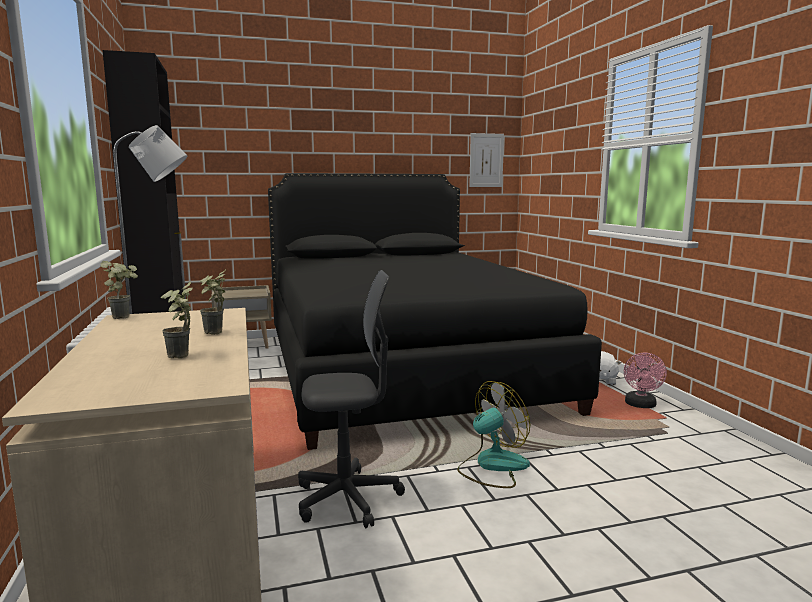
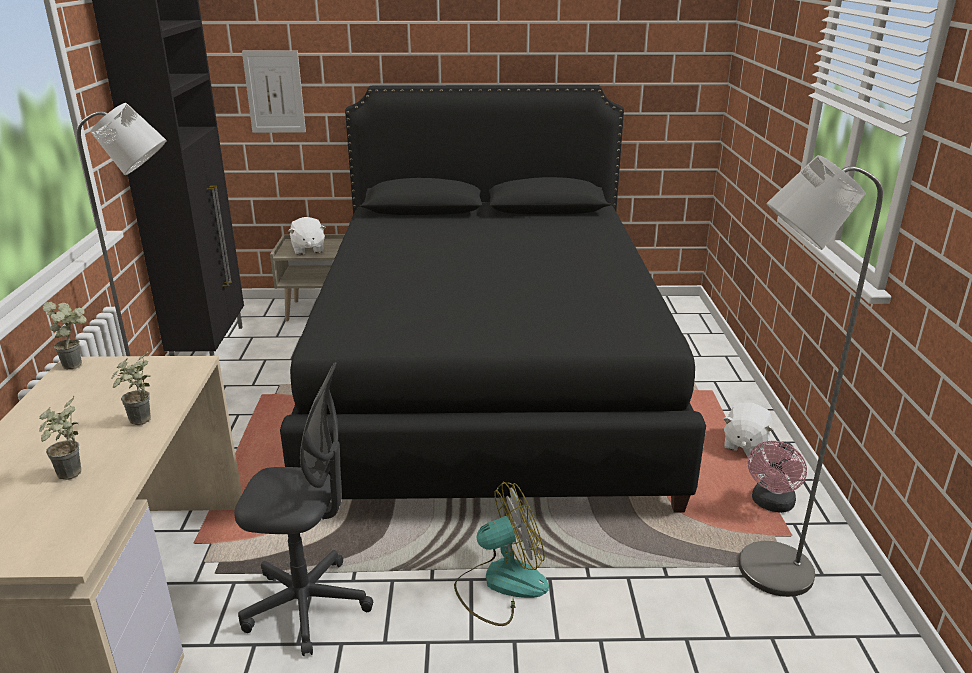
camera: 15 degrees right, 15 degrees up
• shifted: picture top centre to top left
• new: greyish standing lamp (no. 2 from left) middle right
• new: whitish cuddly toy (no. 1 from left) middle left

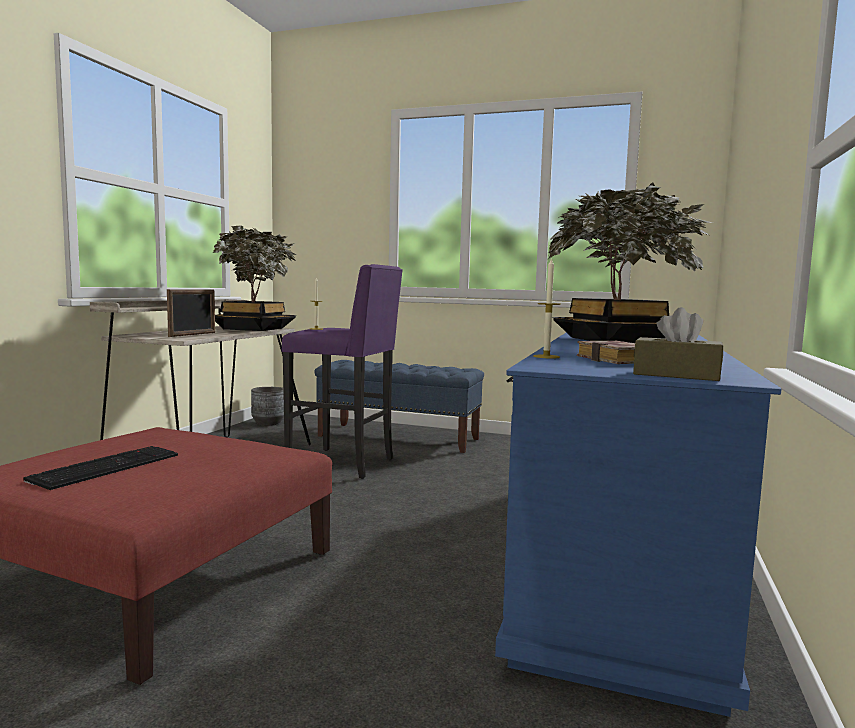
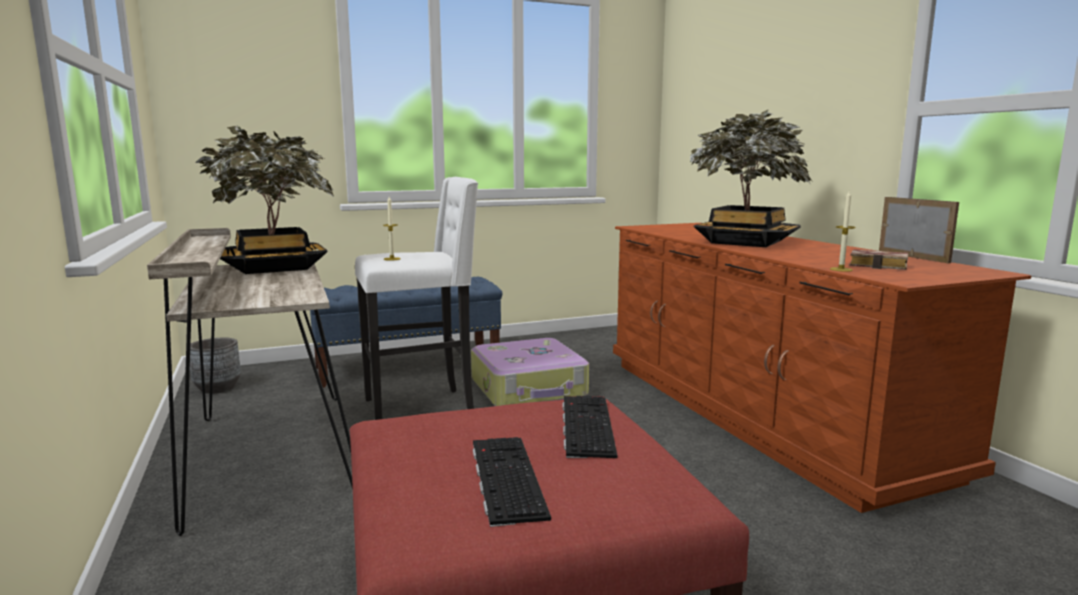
camera: 40 degrees left, 5 degrees up
• repainted: purple-coloured stool seat centre to whitish stool seat centre
• shifted: picture frame middle left to middle right
• gone: brown-coloured tissue holder middle right
• repainted: bluish dresser bottom right to brown-coloured dresser middle right
• new: suitcase centre
• new: computer keyboard (no. 2 from left) bottom centre

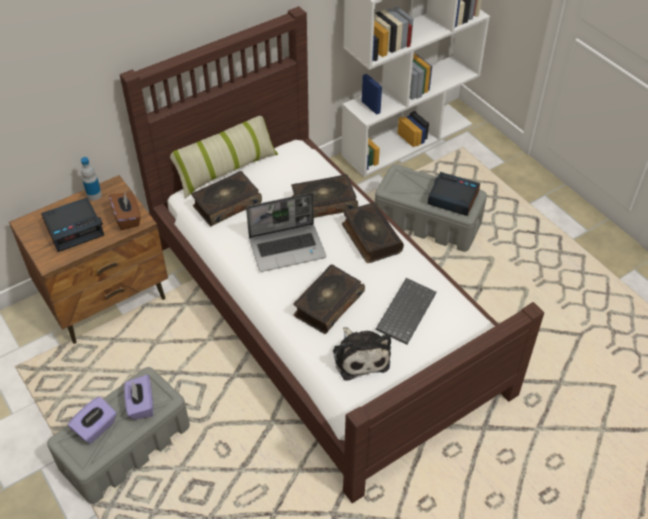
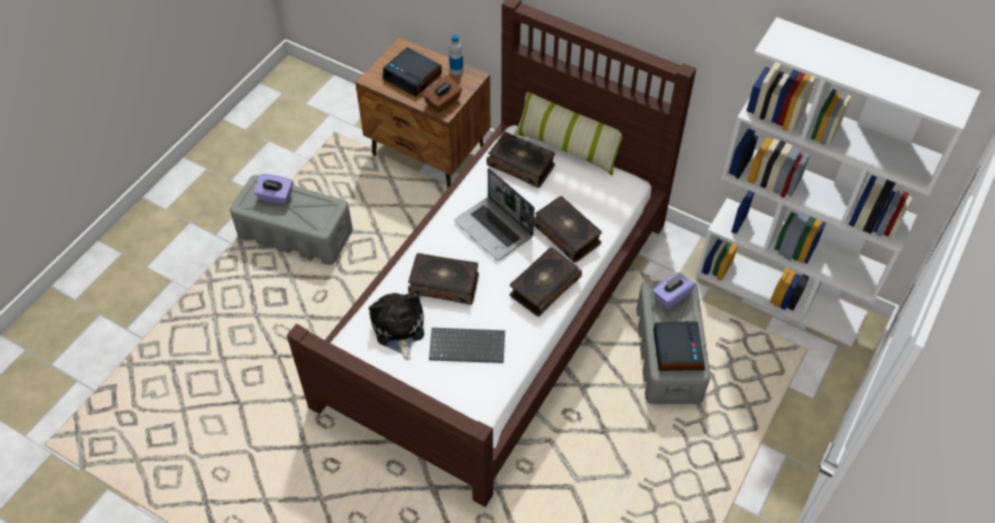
camera: 65 degrees right, 5 degrees up
• rotated: cuddly toy bottom centre = centre 120 degrees clockwise
• shifted: purple-coloured tissue holder (no. 2 from left) bottom left to middle right

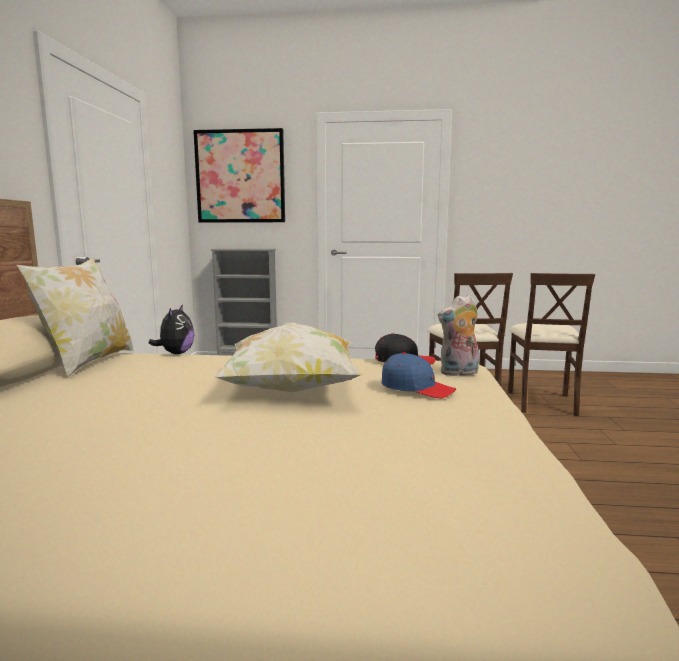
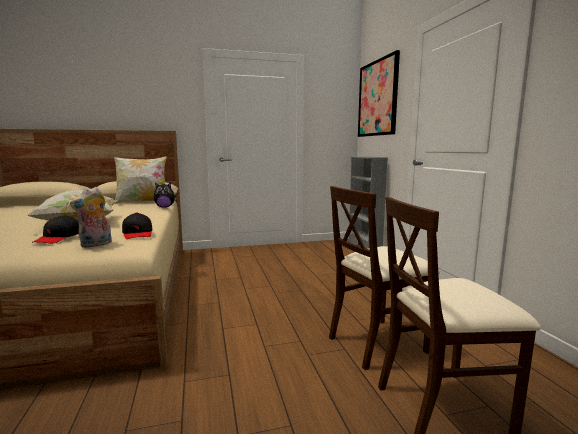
camera: 70 degrees right, 0 degrees up
• rotated: cuddly toy (no. 2 from left in the first image) middle right = middle left 105 degrees counterclockwise
• repainted: bluish peaked cap centre to blackish peaked cap (no. 1 from left) middle left

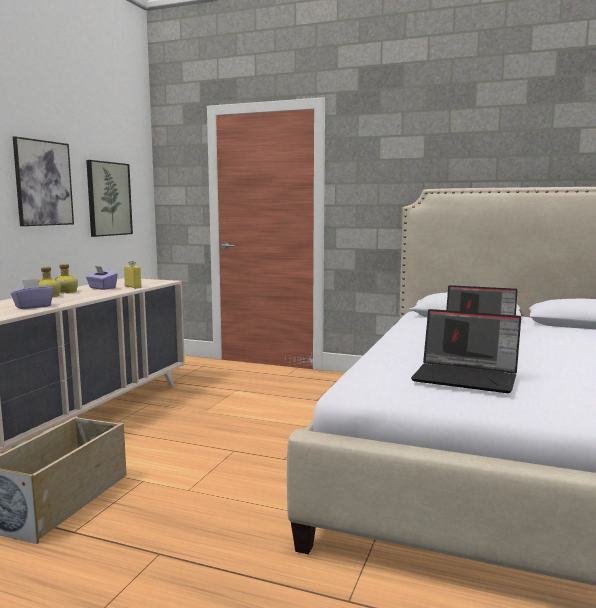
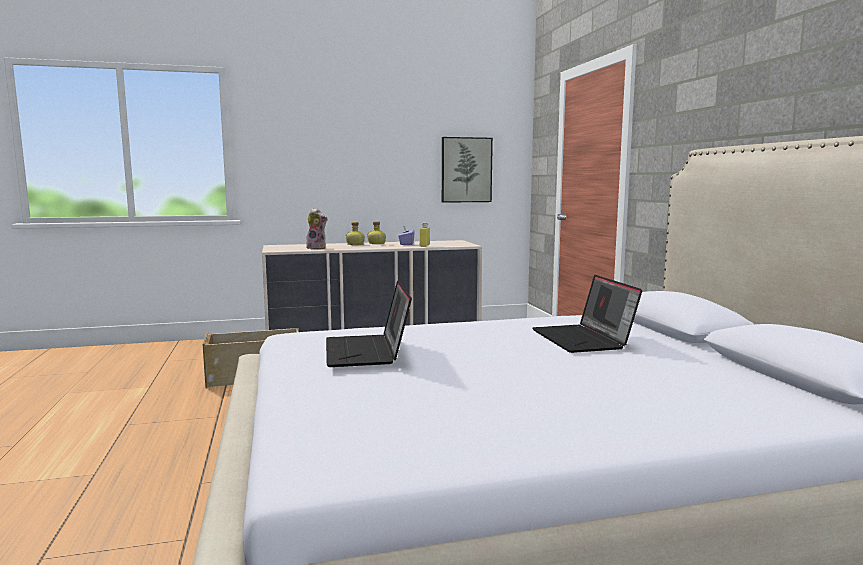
camera: 55 degrees right, 0 degrees up
• gone: picture (no. 1 from left) top left
• swapped: purple-coloured tissue holder (no. 1 from left) middle left to cuddly toy centre

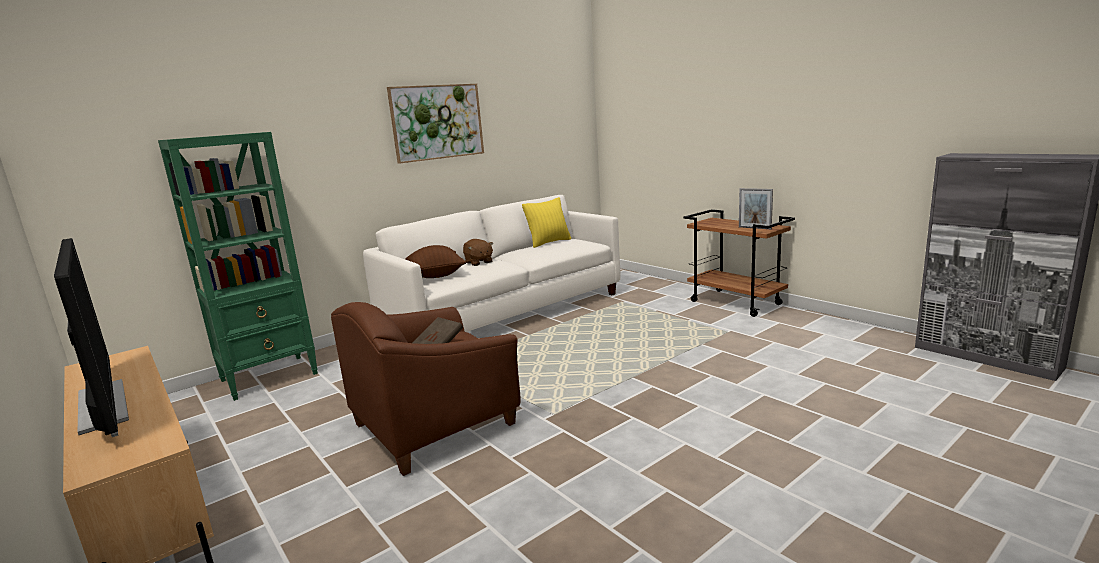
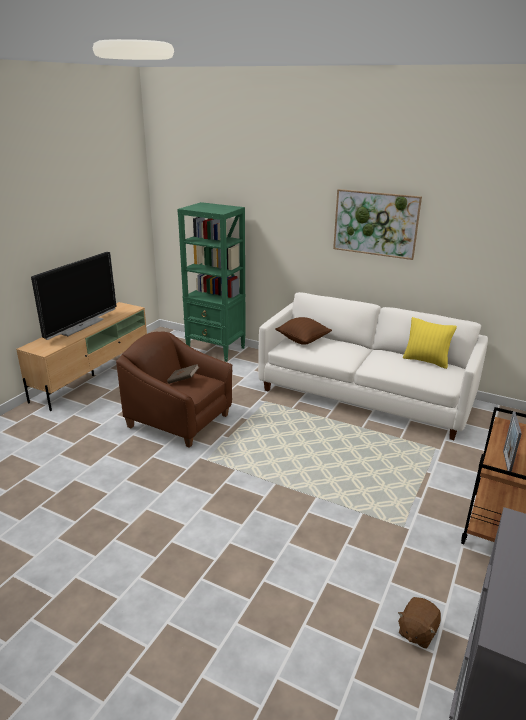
camera: 65 degrees right, 10 degrees up
• shifted: brown-coloured cuddly toy centre to bottom right

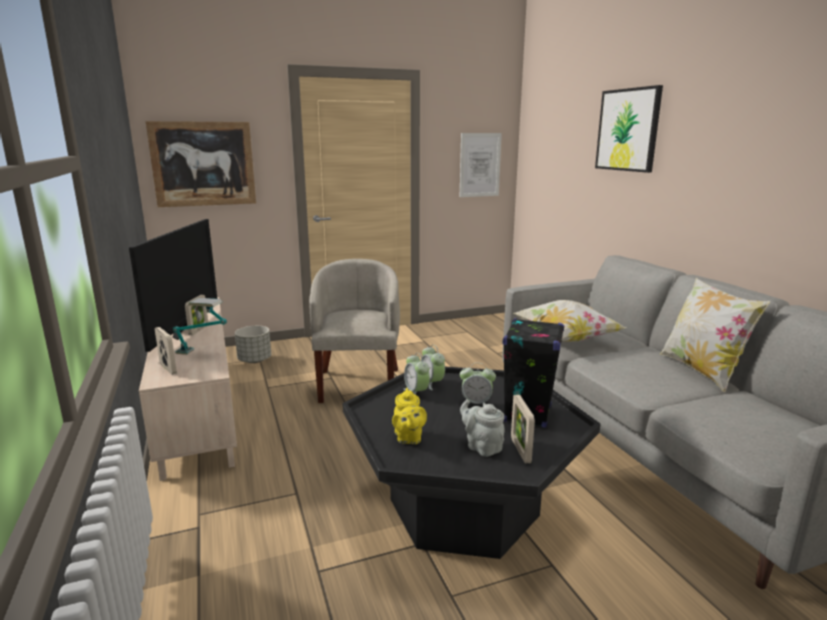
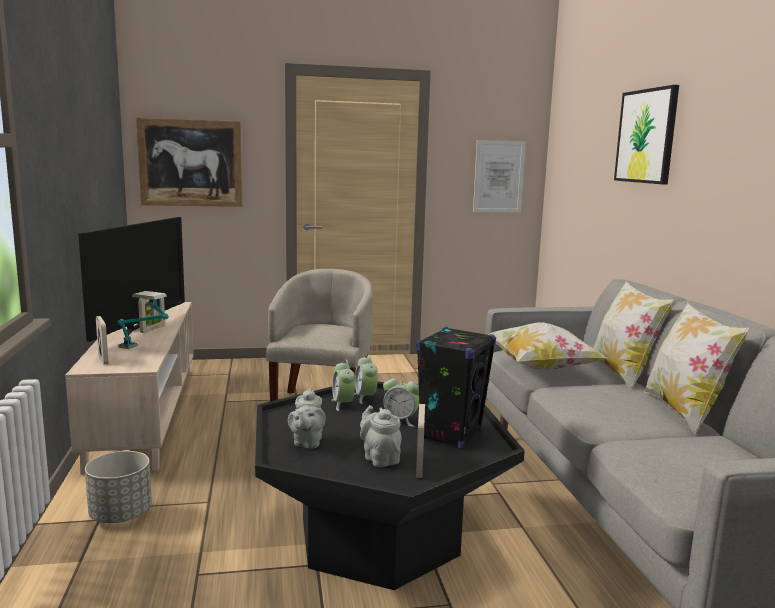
camera: 10 degrees right, 5 degrees down
• shifted: greyish flower pot middle left to bottom left
• repainted: yellow-coloured pot for tea bottom centre to greyish pot for tea (no. 1 from left) bottom centre
• new: throw pillow (no. 2 from left) middle right

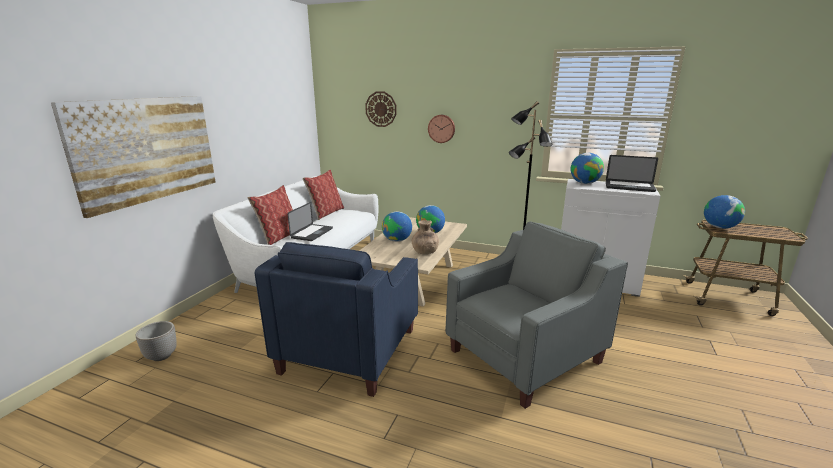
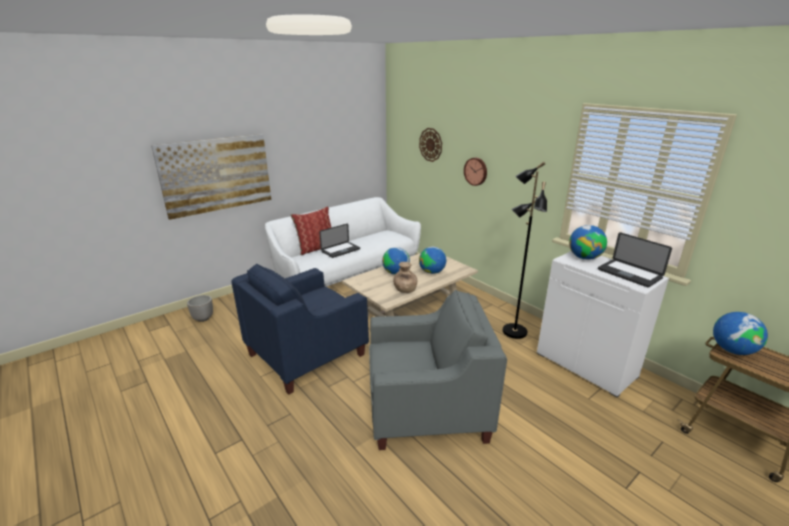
camera: 30 degrees right, 5 degrees up
• gone: throw pillow (no. 2 from left) centre

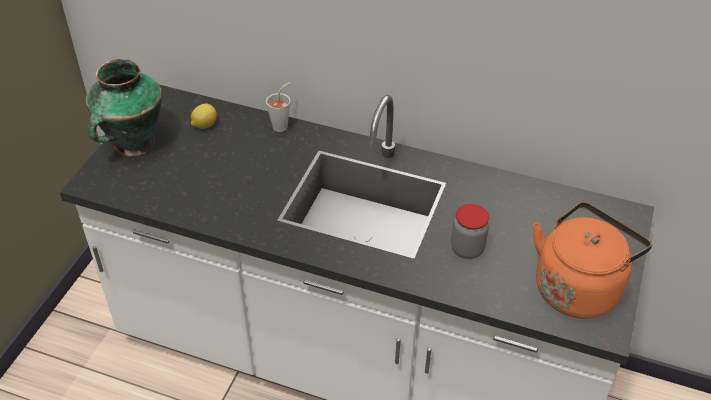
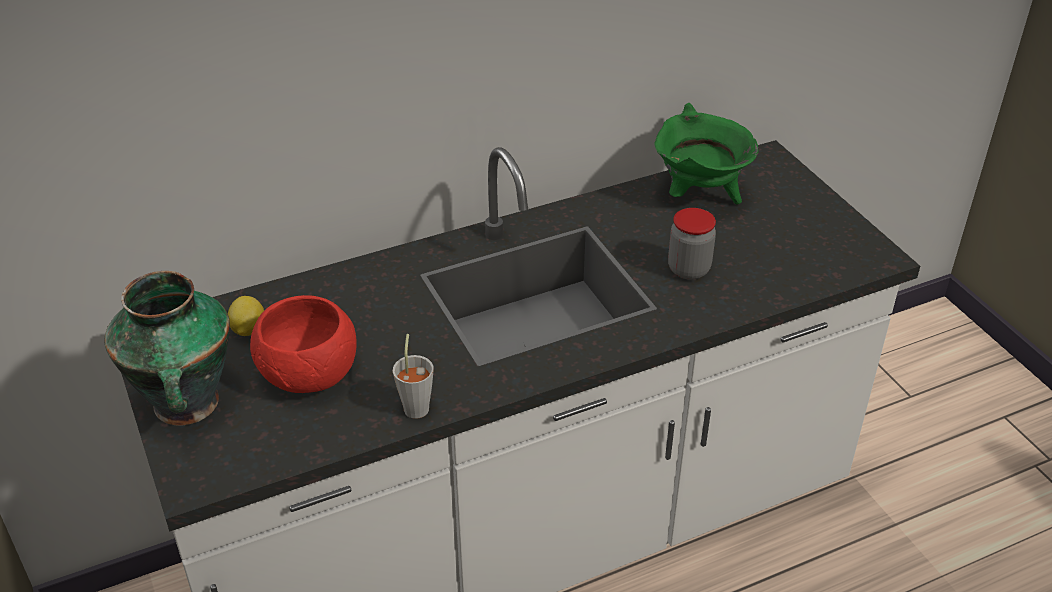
camera: 45 degrees left, 5 degrees down
• shifted: greyish drinking cup top centre to centre
• gone: orangey kettle middle right
• new: greenish stockpot top right
• new: red bowl middle left

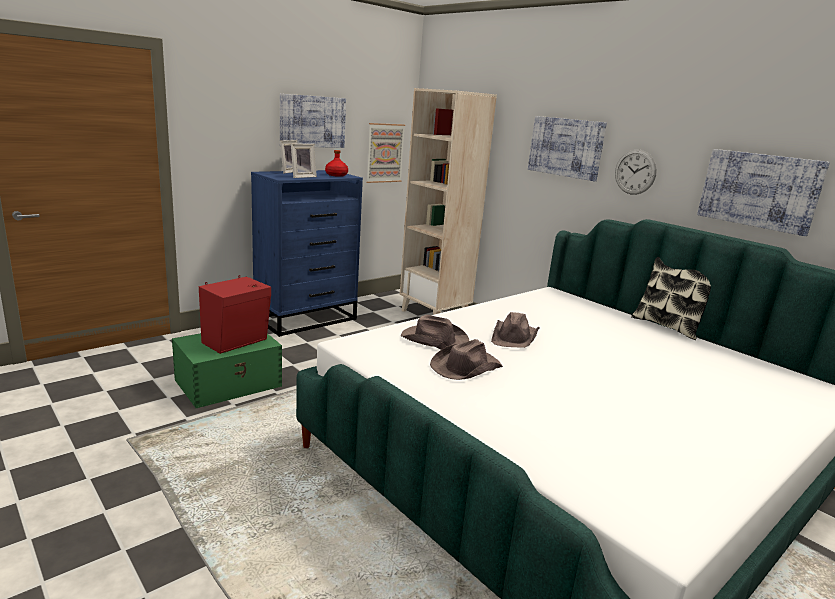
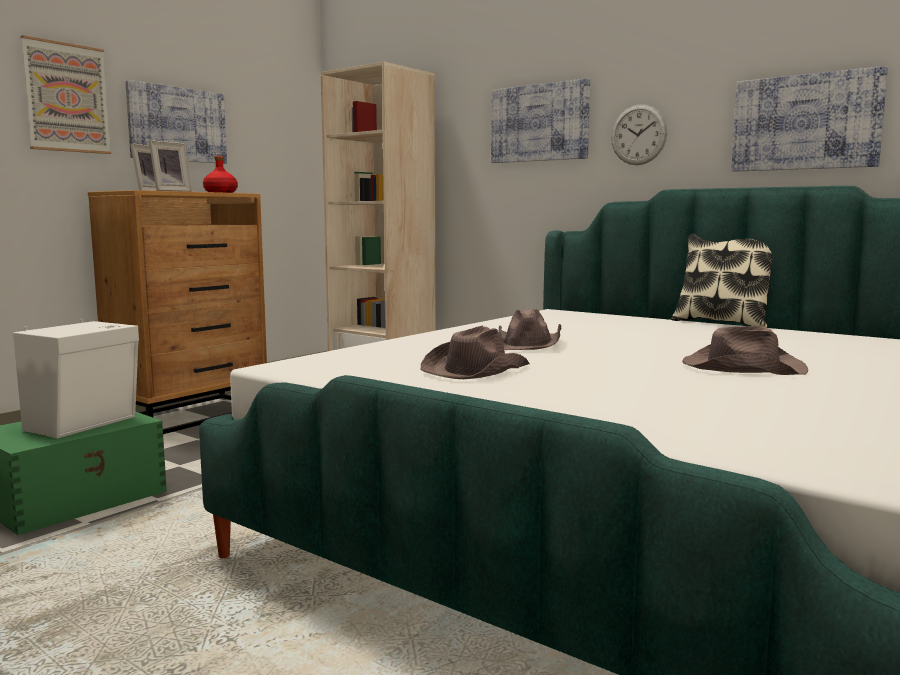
camera: 10 degrees left, 10 degrees down
• shifted: picture (no. 2 from left in the first image) top centre to picture (no. 1 from left) top left
• repainted: bluish dresser centre to brown-coloured dresser middle left
• repainted: red speaker middle left to whitish speaker middle left
• shifted: brown-coloured wearable hat (no. 1 from left in the first image) centre to brown-coloured wearable hat (no. 3 from left) middle right

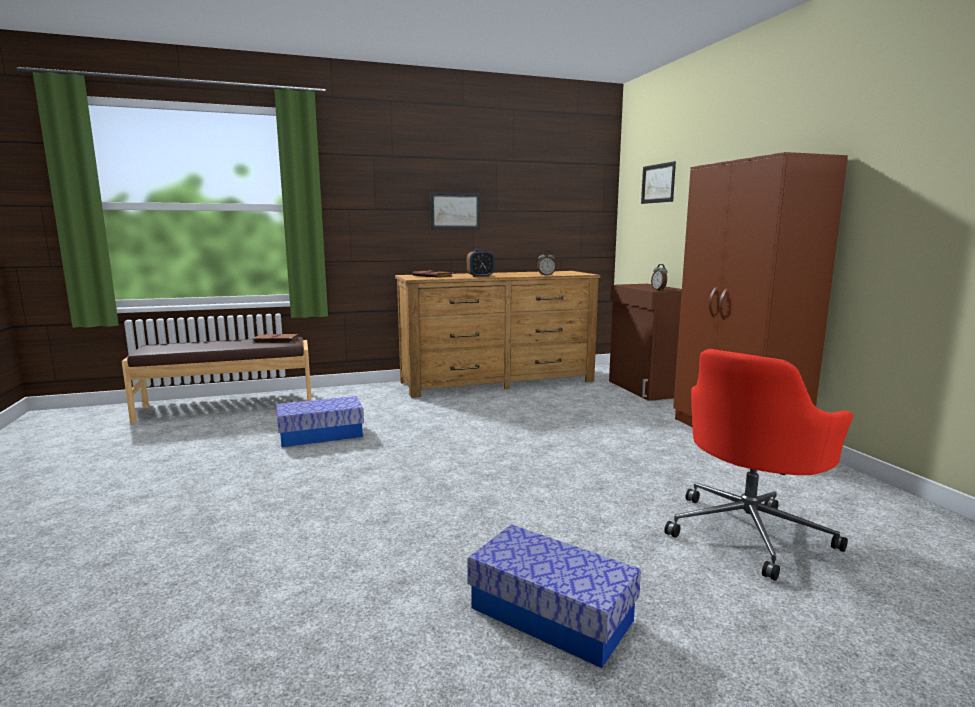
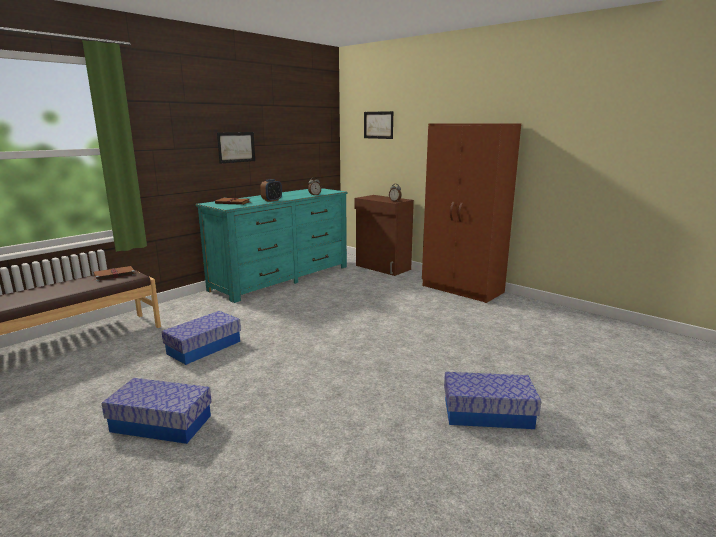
camera: 30 degrees left, 5 degrees up
• repainted: brown-coloured dresser centre to turquoise-coloured dresser centre
• gone: red desk chair middle right
• new: storage box (no. 1 from left) bottom left

